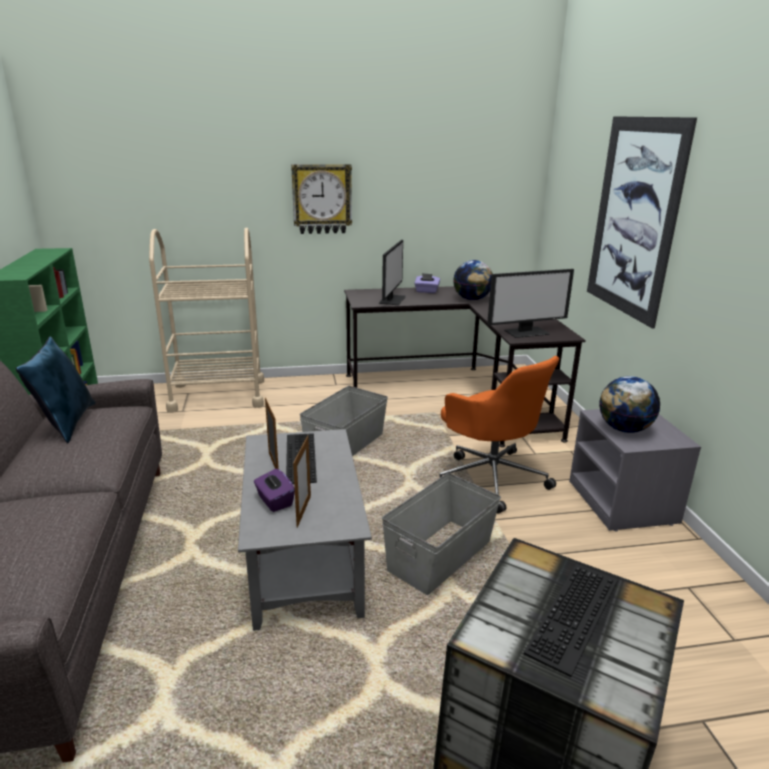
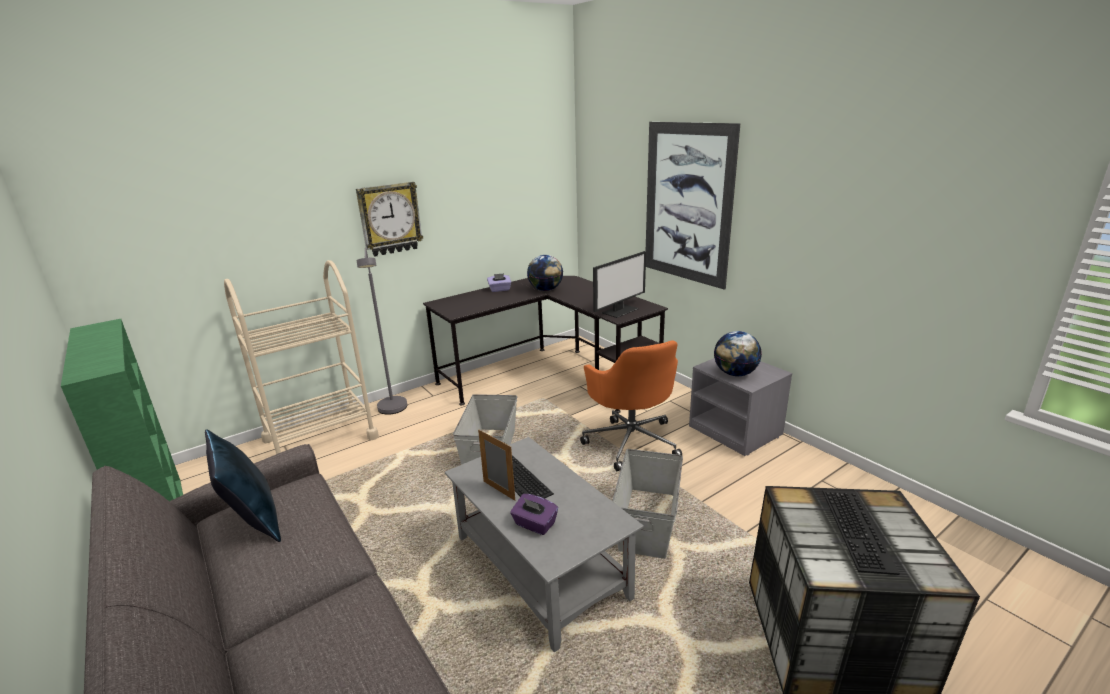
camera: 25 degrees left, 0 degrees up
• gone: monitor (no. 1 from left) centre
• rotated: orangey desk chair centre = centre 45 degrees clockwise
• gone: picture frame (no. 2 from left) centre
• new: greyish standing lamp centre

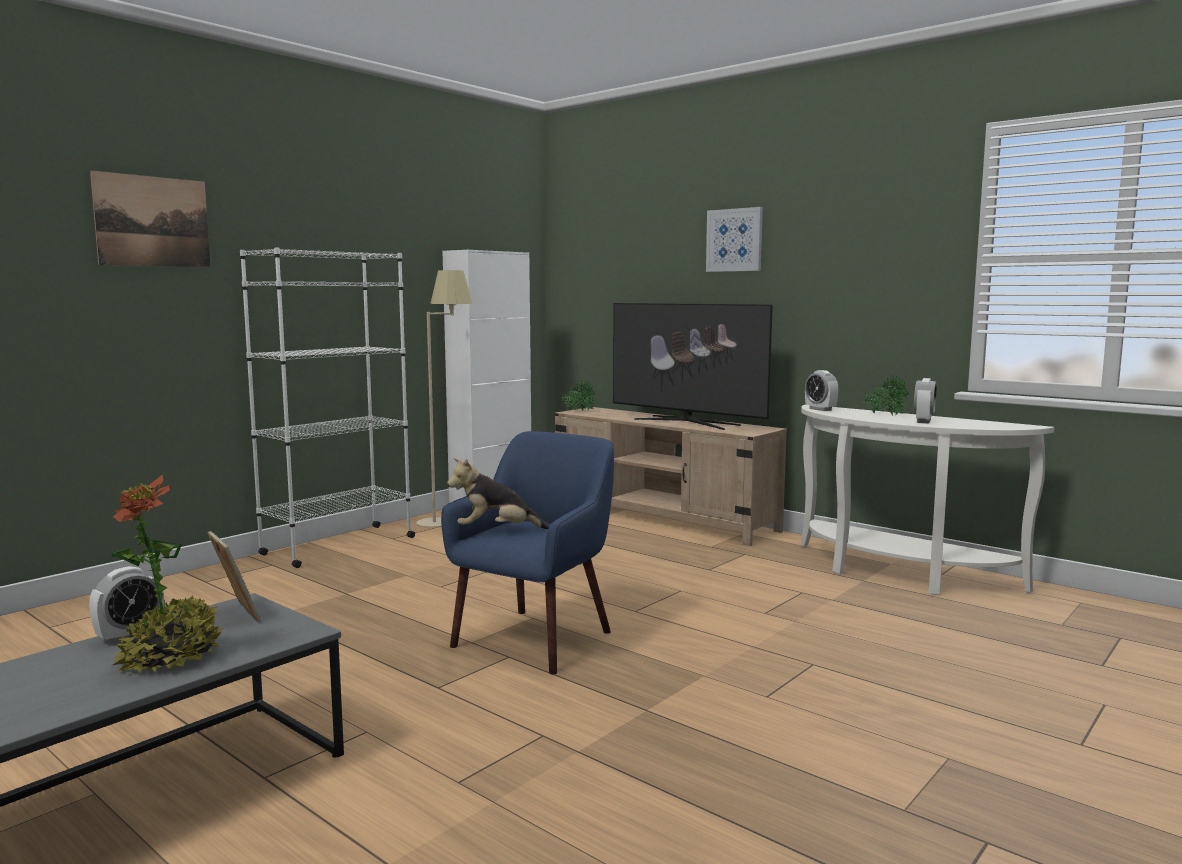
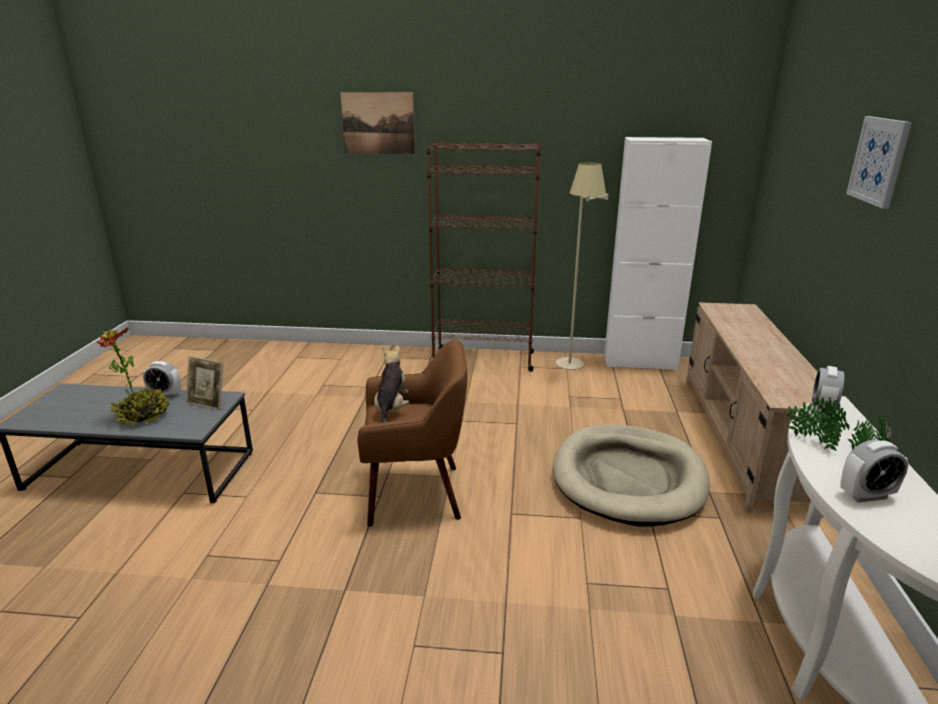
camera: 55 degrees right, 15 degrees up
• repainted: whitish shelving unit middle left to brown-coloured shelving unit centre
• gone: TV set centre
• shifted: houseplant (no. 2 from left) centre to middle right
• repainted: bluish lounge chair centre to brown-coloured lounge chair centre
• rotated: cuddly toy centre = centre 45 degrees clockwise
• rotated: picture frame bottom left = middle left 90 degrees clockwise
• new: beige pet bed bottom right

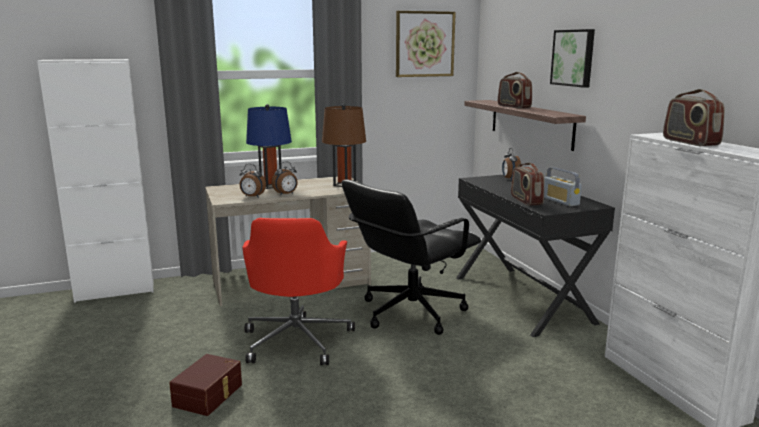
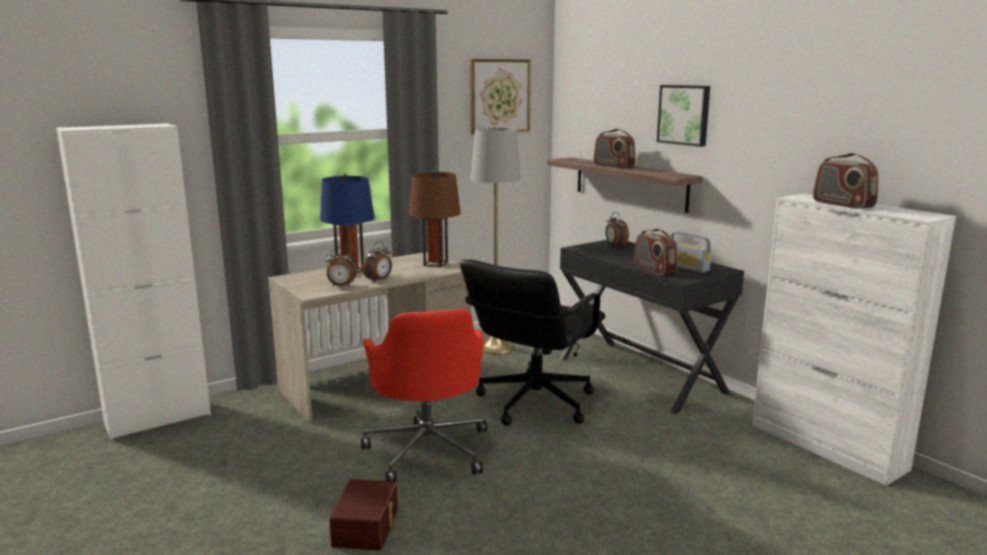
camera: 15 degrees left, 0 degrees up
• new: greyish standing lamp centre

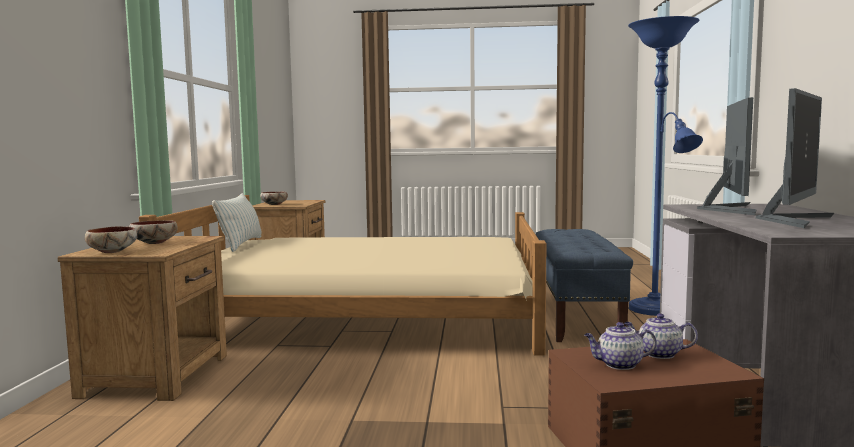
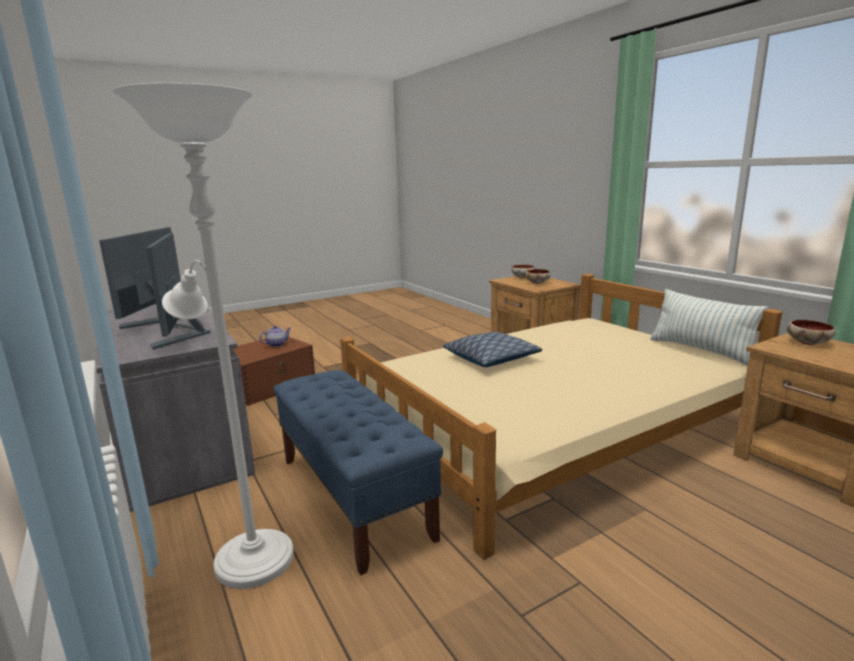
camera: 145 degrees right, 10 degrees up
• repainted: bluish standing lamp middle right to whitish standing lamp middle left
• gone: pot for tea (no. 2 from left) bottom right
• new: throw pillow (no. 1 from left) centre

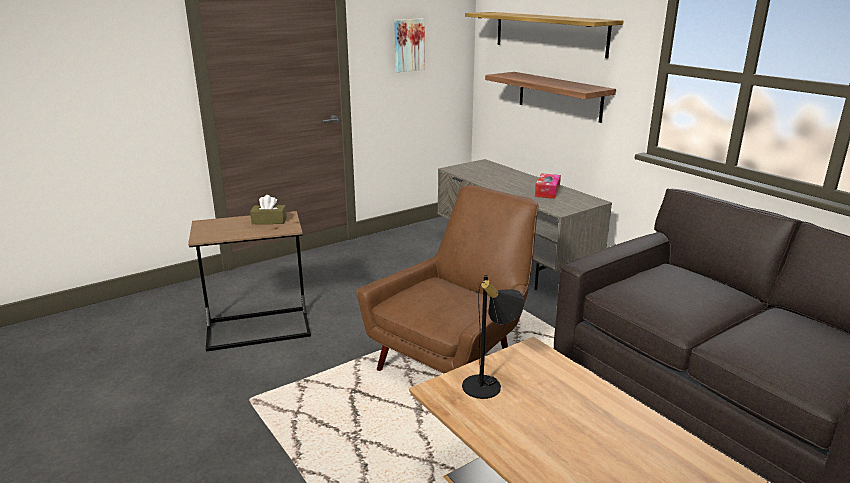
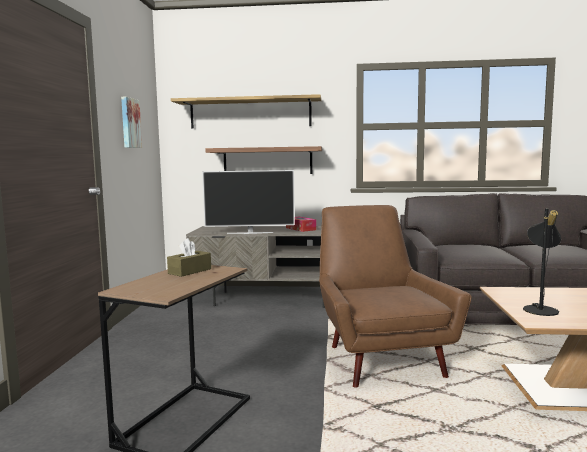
camera: 50 degrees left, 15 degrees down
• new: TV set centre

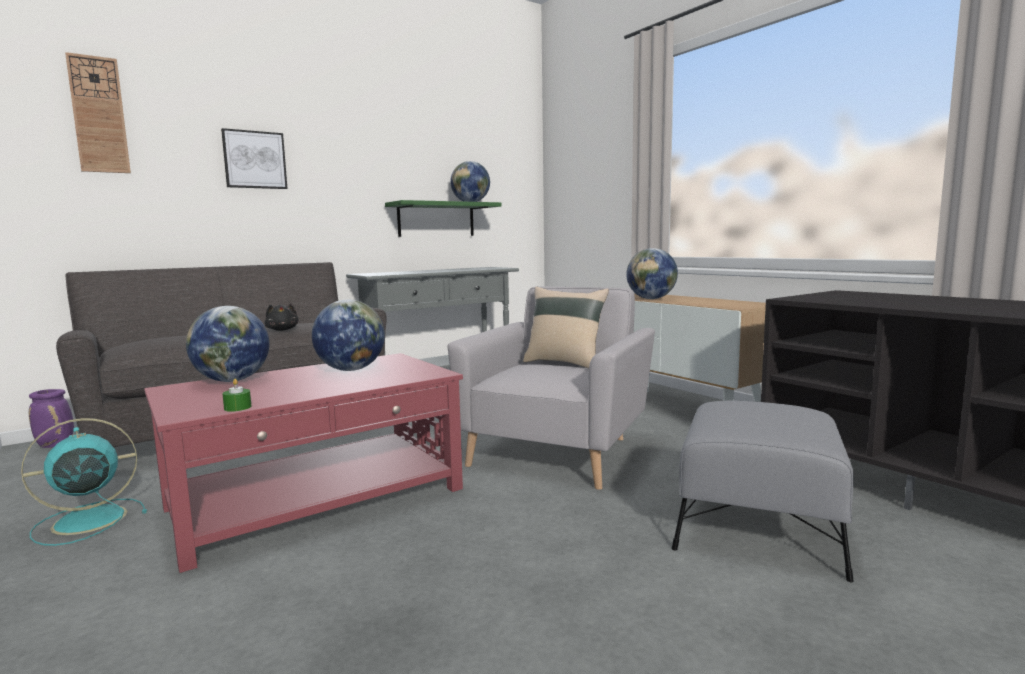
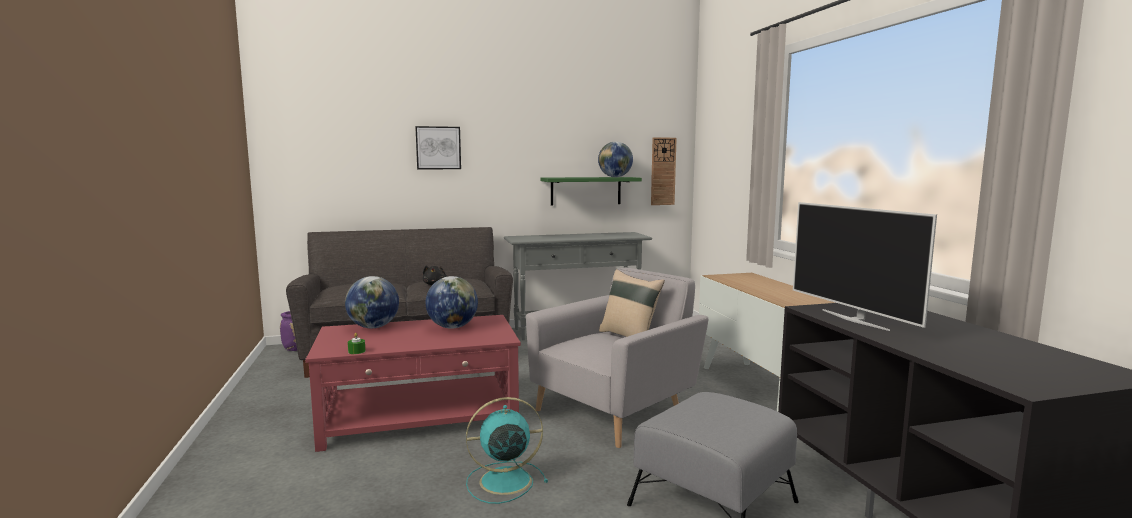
camera: 20 degrees right, 0 degrees up
• shifted: hanging clock top left to top centre
• gone: globe (no. 4 from left) centre
• shifted: turquoise-coloured electric fan bottom left to bottom centre
• new: TV set middle right

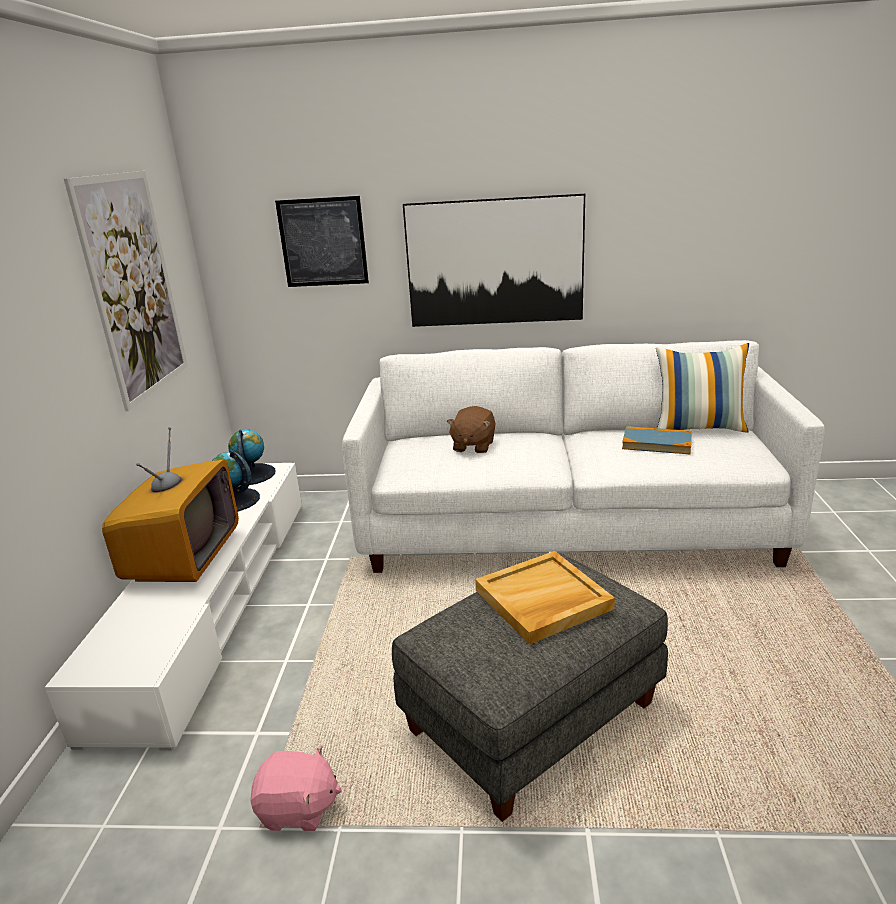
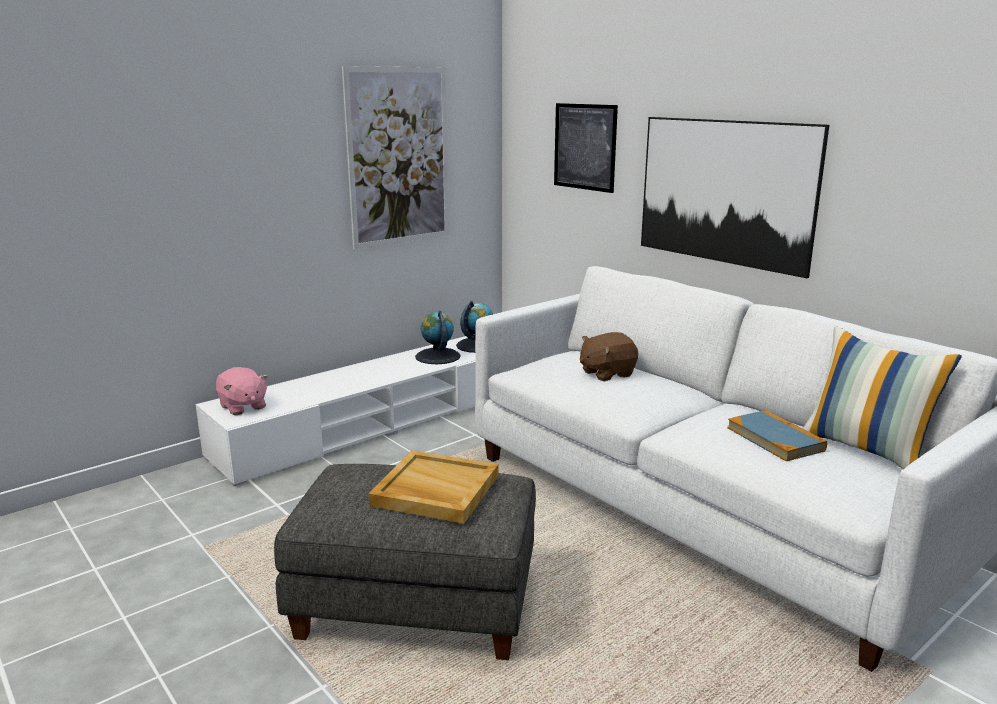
camera: 45 degrees right, 5 degrees down
• gone: TV set middle left
• shifted: pinkish cuddly toy bottom left to middle left

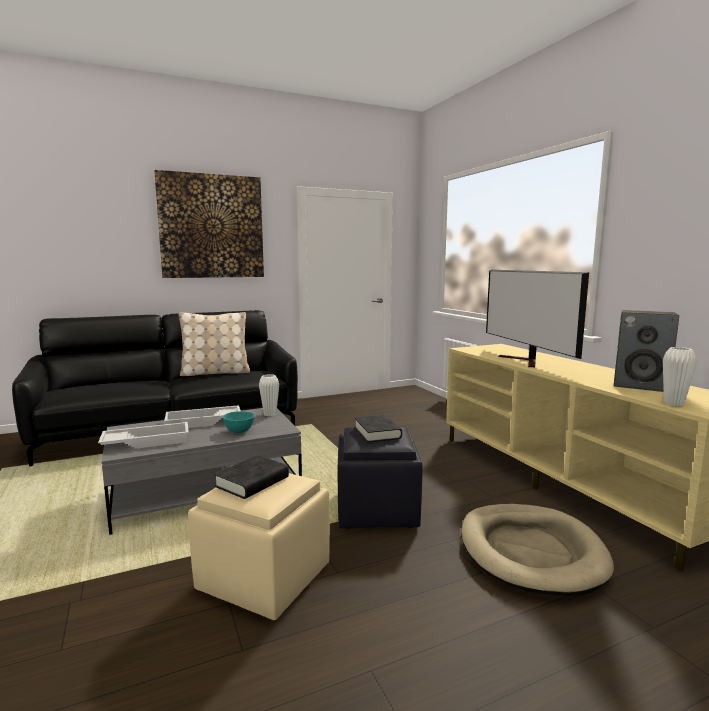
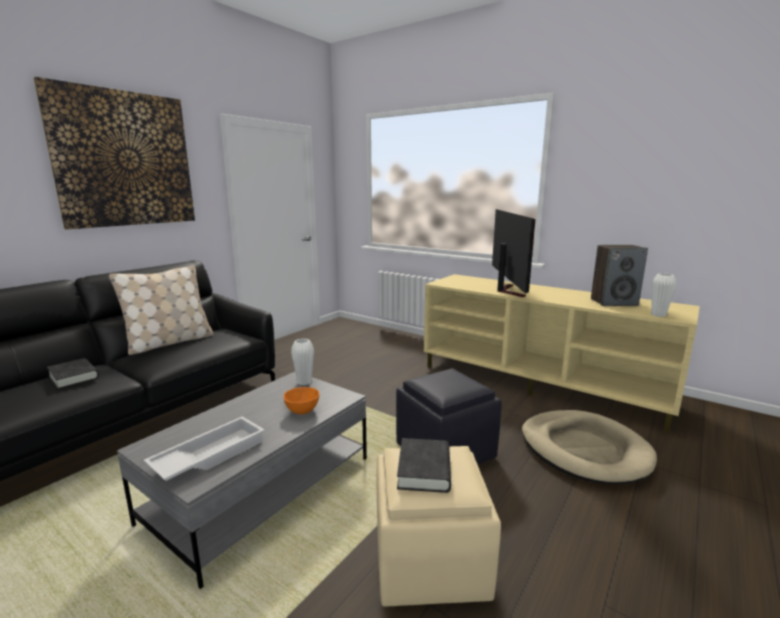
camera: 30 degrees left, 5 degrees up
• rotated: TV set middle right = centre 135 degrees counterclockwise
• gone: whitish tray (no. 2 from left) middle left
• repainted: turquoise-coloured bowl centre to orangey bowl centre
• shifted: blackish book (no. 2 from left in the first image) centre to blackish book (no. 1 from left) middle left

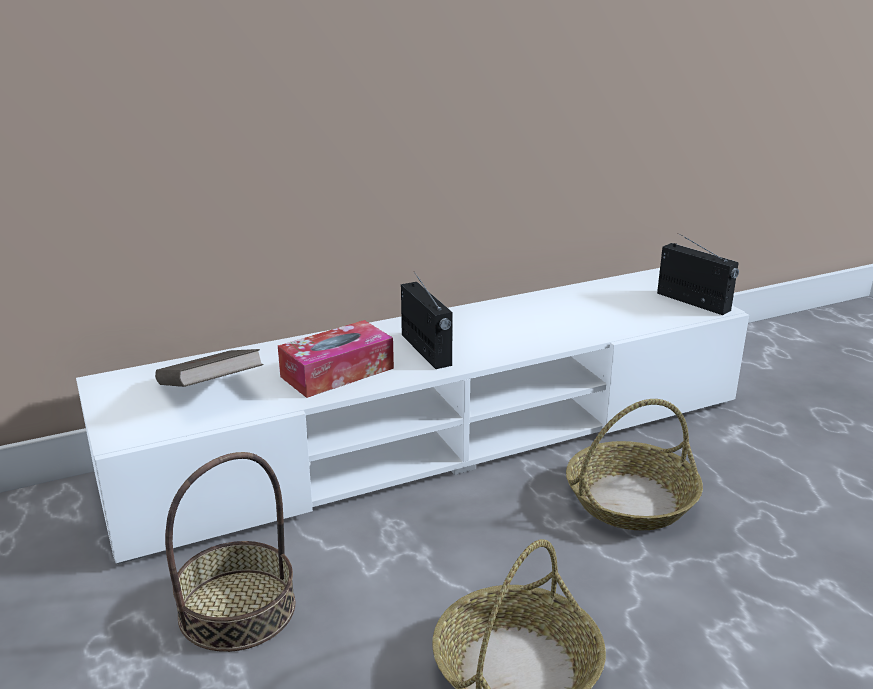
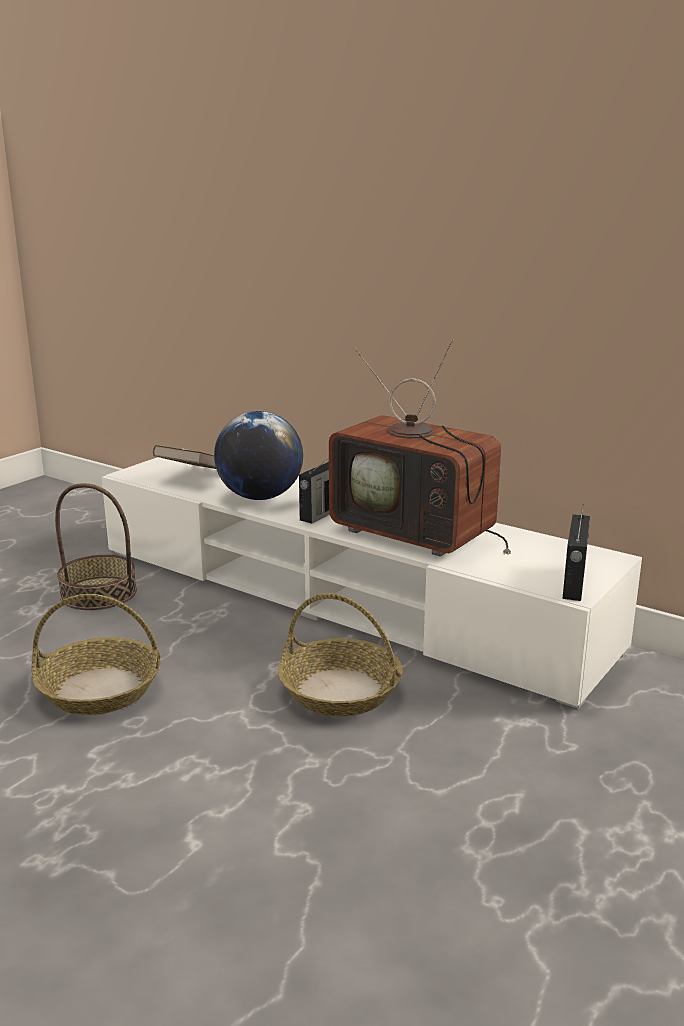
camera: 60 degrees right, 5 degrees down
• swapped: tissue holder centre to globe centre
• new: TV set centre

